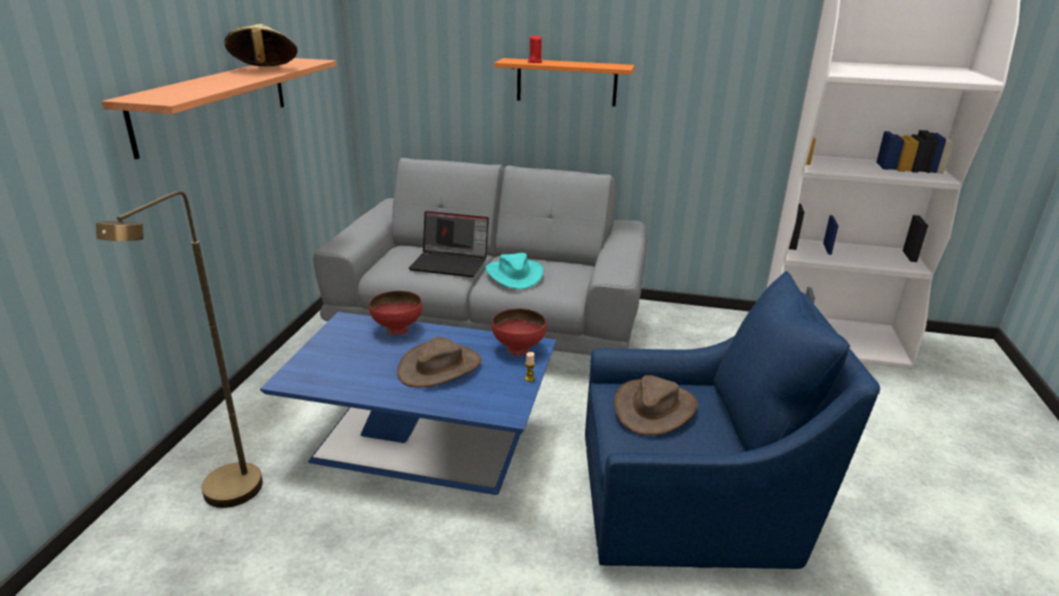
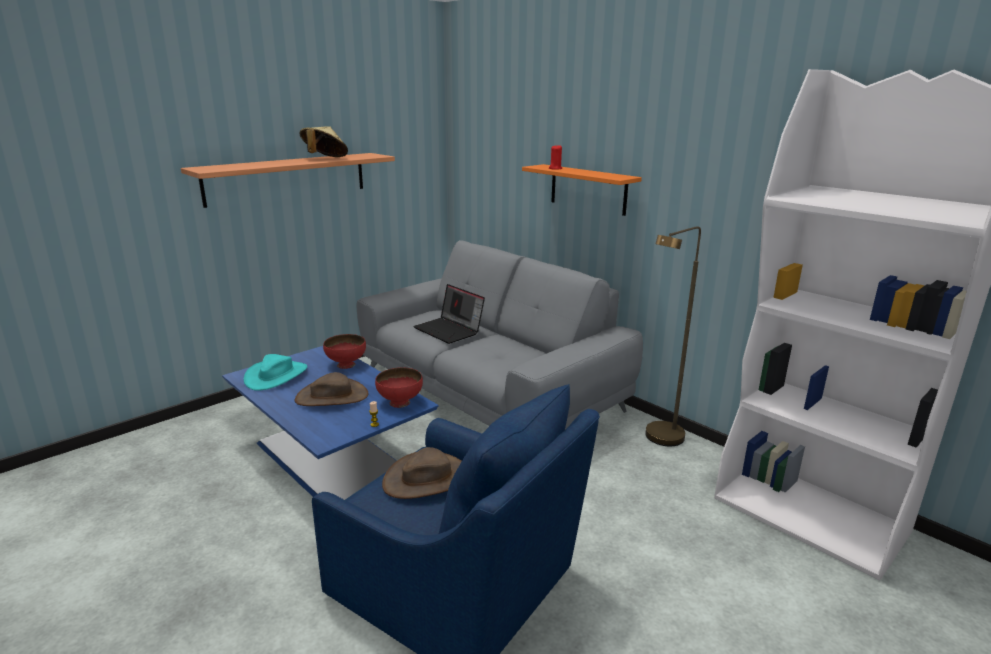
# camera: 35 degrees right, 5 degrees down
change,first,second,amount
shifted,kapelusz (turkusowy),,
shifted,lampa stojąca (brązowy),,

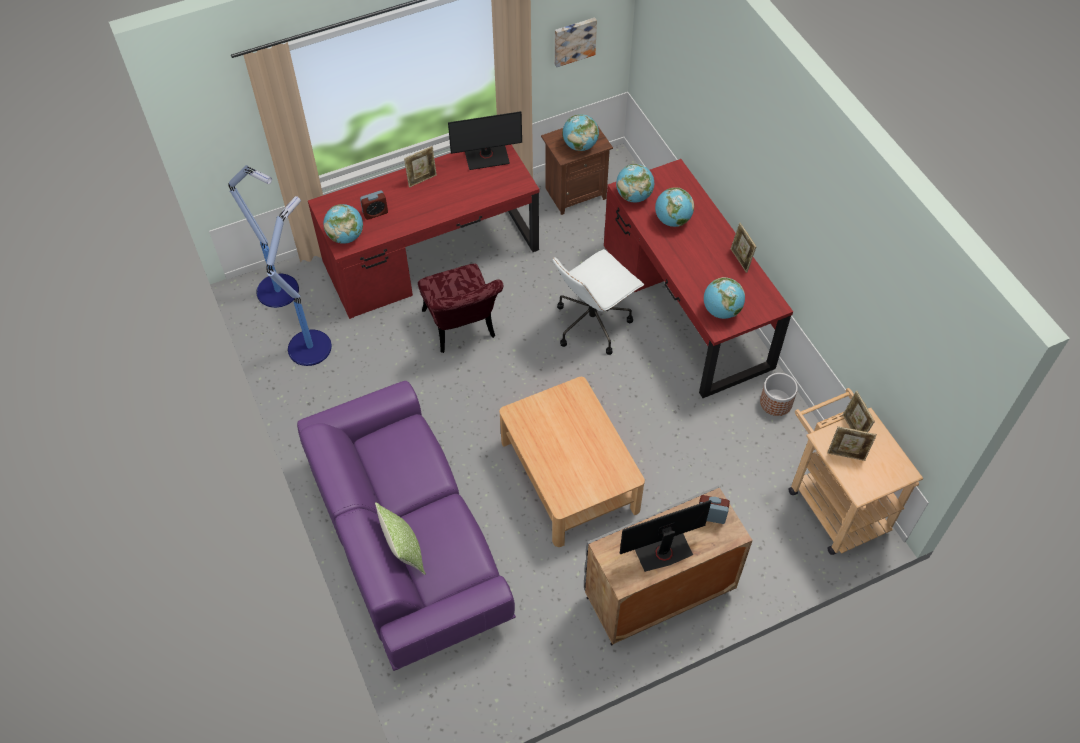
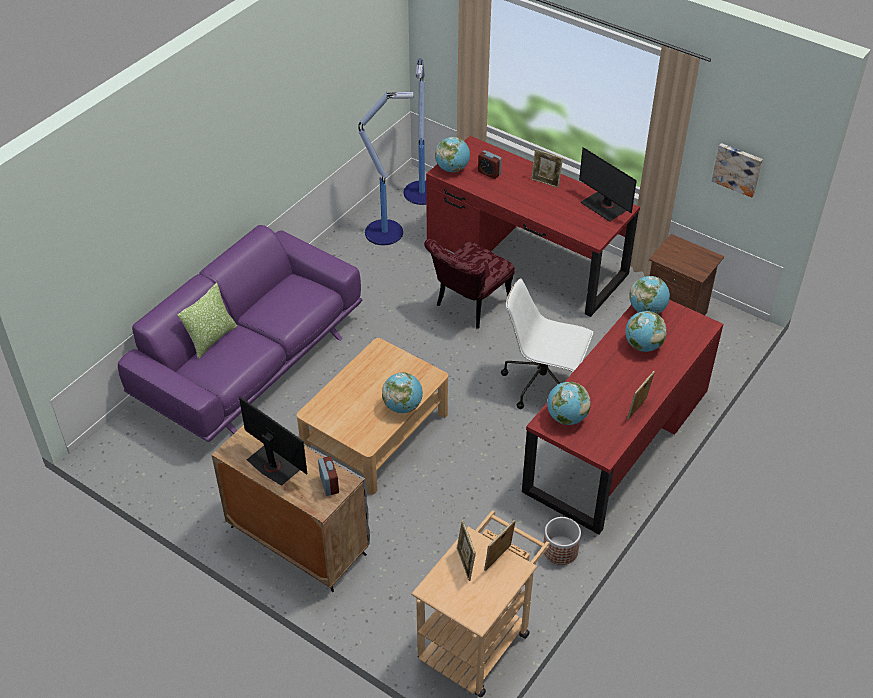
# camera: 60 degrees right, 10 degrees down
change,first,second,amount
shifted,globus (no. 2 from left in the first image),globus (no. 1 from left),

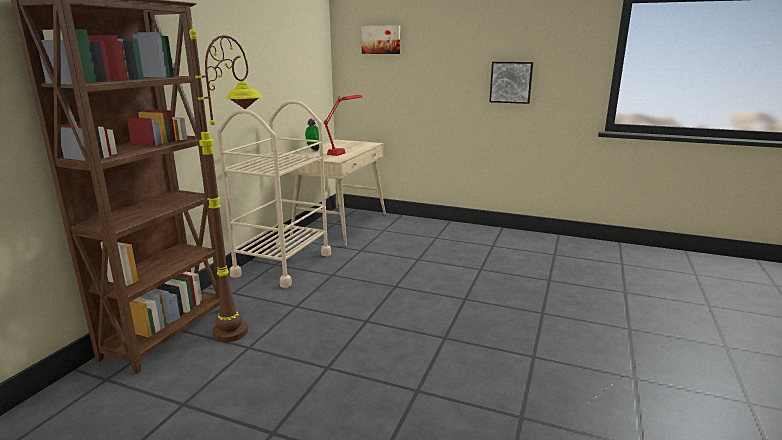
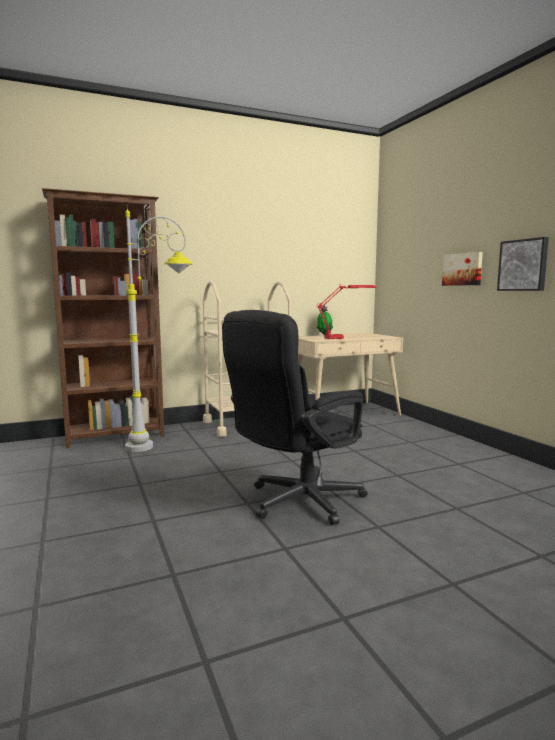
# camera: 45 degrees right, 10 degrees down
change,first,second,amount
repainted,lampa stojąca (brązowy),lampa stojąca (szary),
new,,krzesło biurowe (czarny),
shifted,obraz (no. 1 from left),,

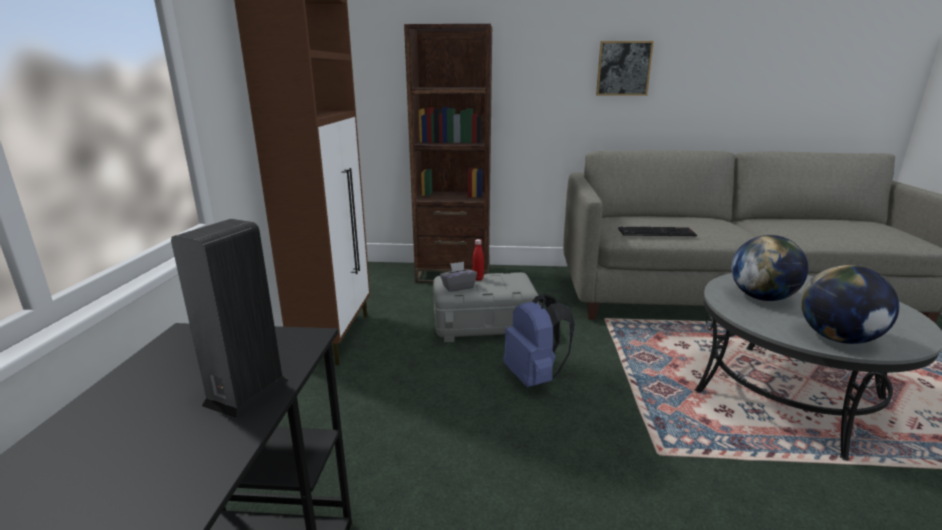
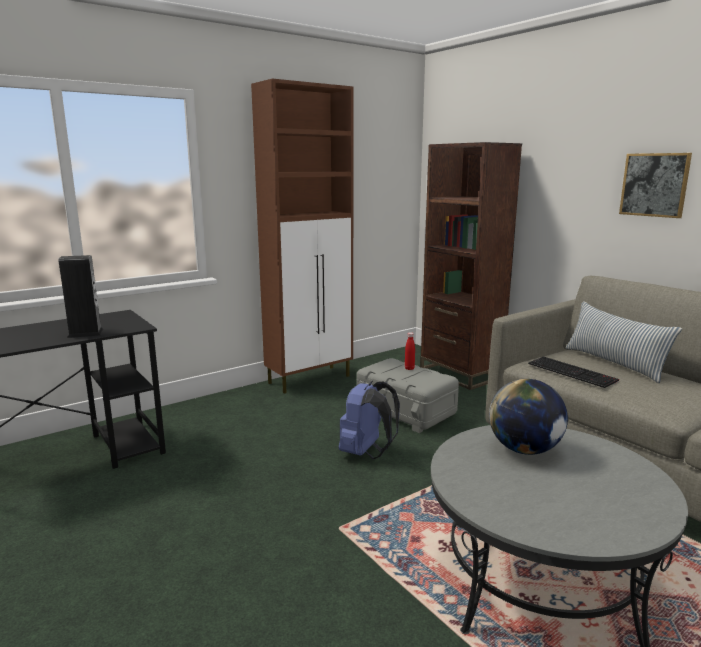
# camera: 50 degrees right, 5 degrees down
change,first,second,amount
new,,poduszka,
gone,pudełko chusteczek (szary),,
gone,globus (no. 2 from left),,

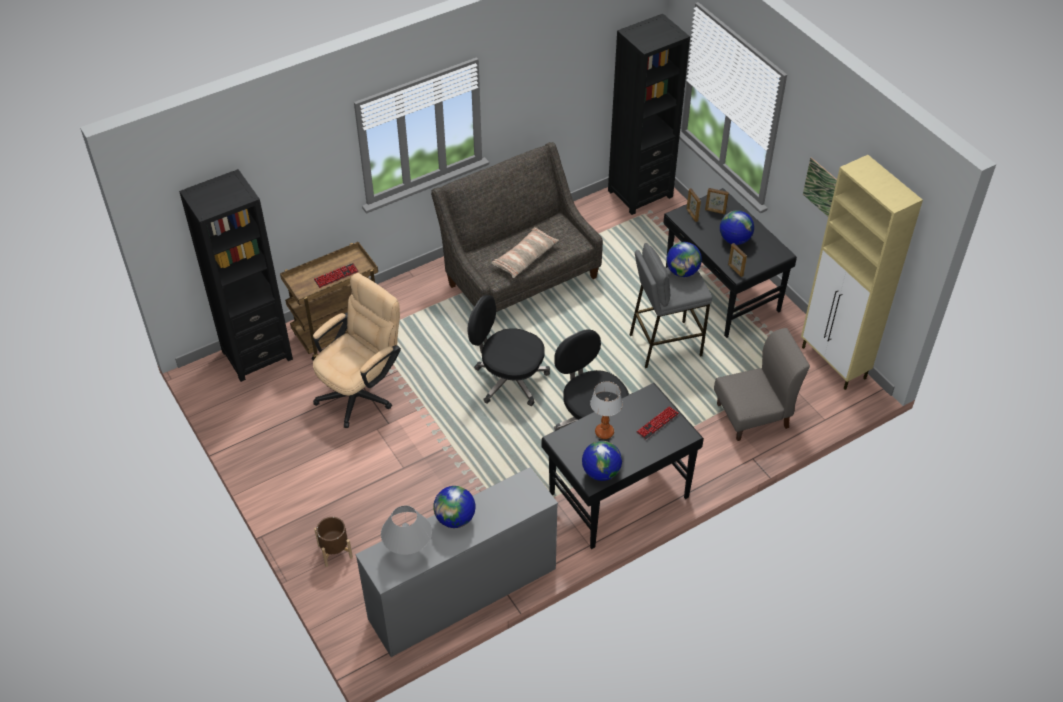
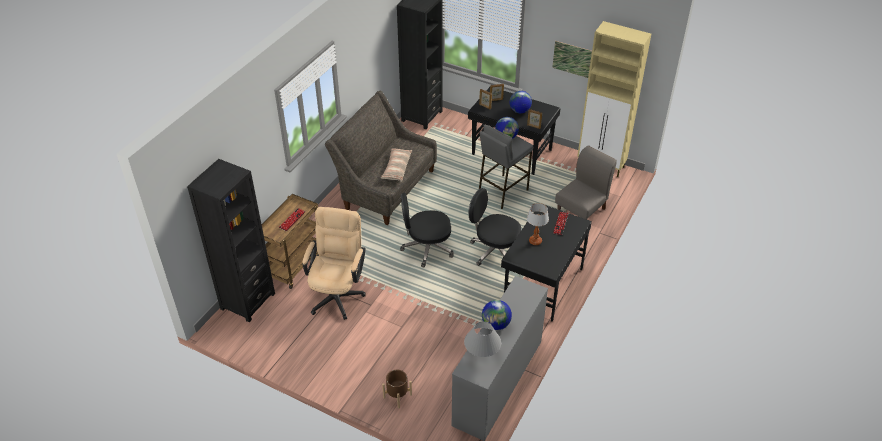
# camera: 30 degrees left, 5 degrees down
change,first,second,amount
gone,globus (no. 2 from left),,

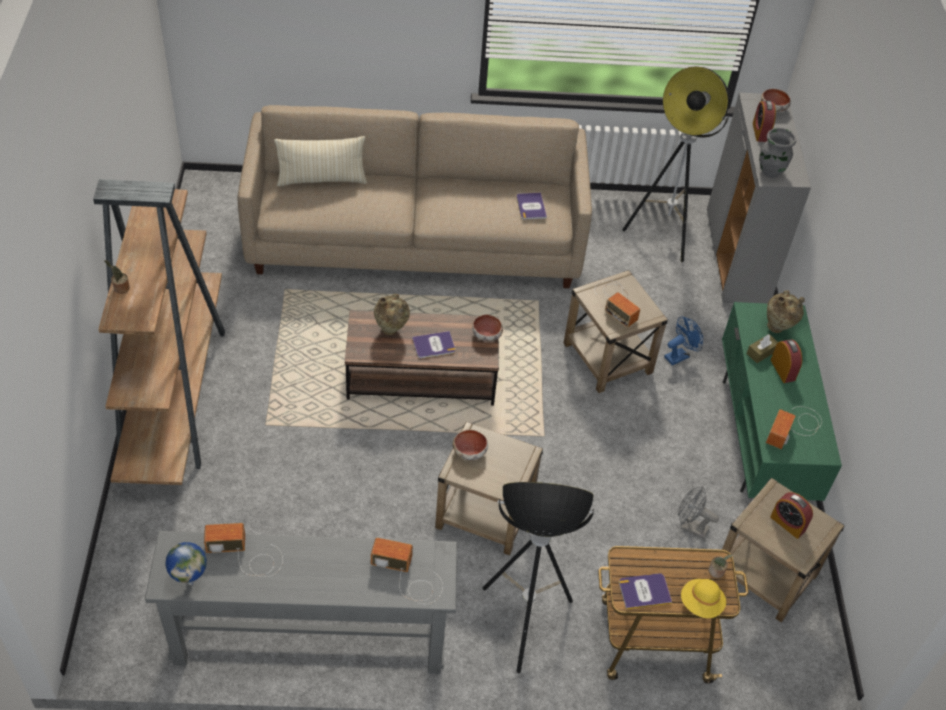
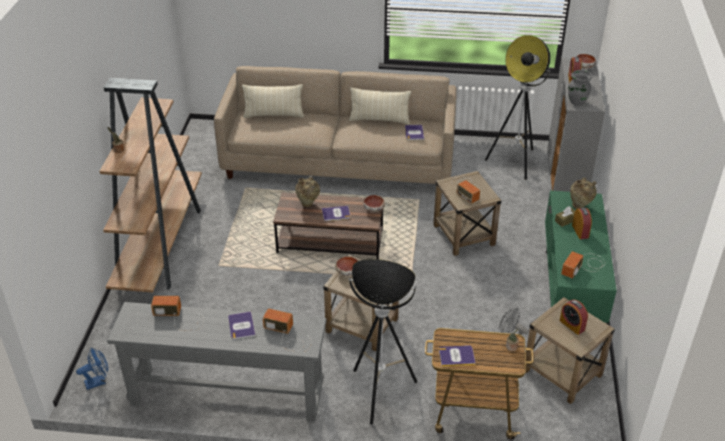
# camera: 10 degrees right, 10 degrees down
change,first,second,amount
shifted,wentylator (niebieski),,
new,,książka (no. 1 from left),
new,,poduszka (beżowy) (no. 2 from left),
gone,globus,,
gone,kapelusz (żółty),,

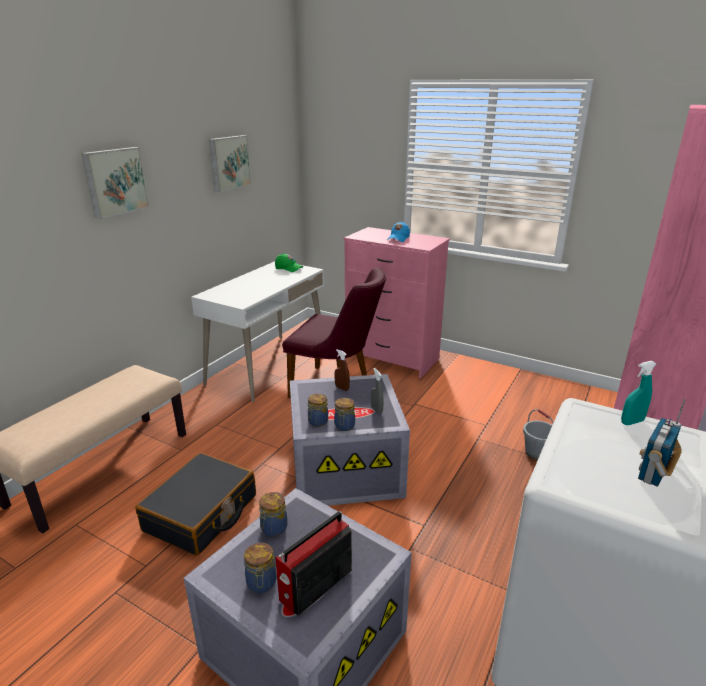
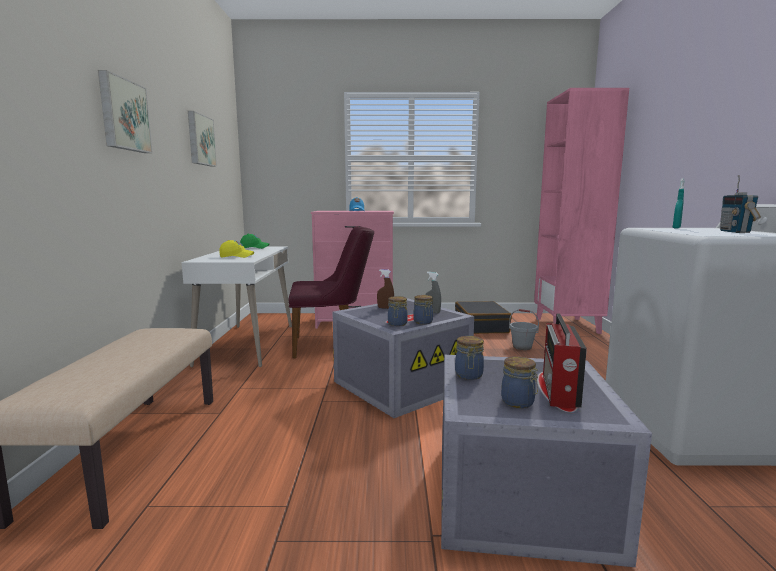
# camera: 30 degrees left, 15 degrees down
change,first,second,amount
new,,czapka z daszkiem (żółty),
shifted,walizka (czarny),,

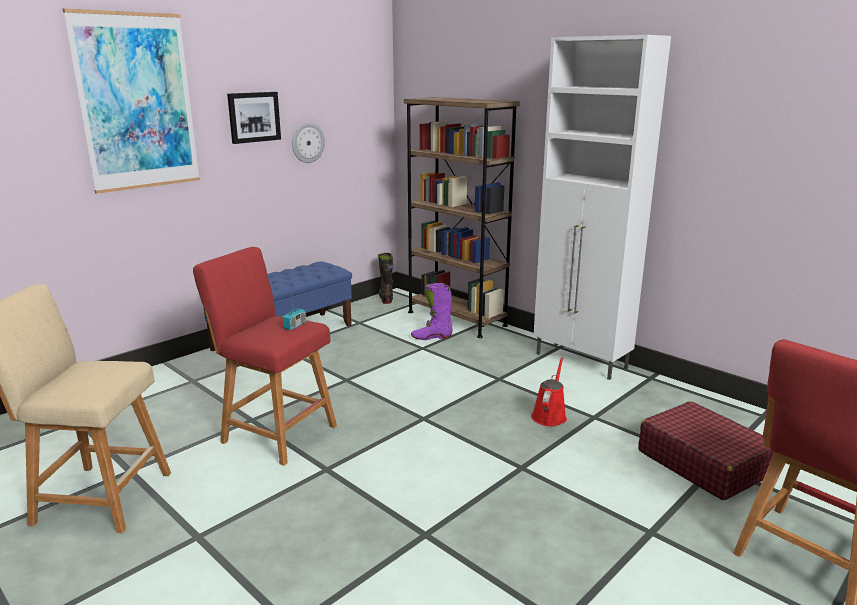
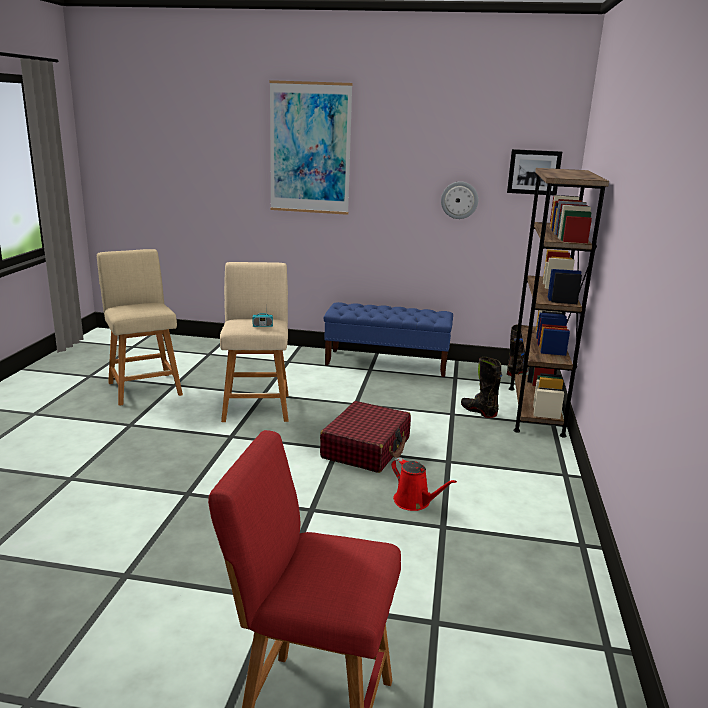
# camera: 55 degrees right, 0 degrees up
change,first,second,amount
repainted,stołek (czerwony) (no. 1 from left),stołek (beżowy) (no. 2 from left),
shifted,walizka (czerwony),,
rotated,konewka (czerwony),,60 degrees clockwise
repainted,but z cholewką (fioletowy),but z cholewką (czarny) (no. 1 from left),
shifted,obraz (no. 2 from left),,
gone,szafka (biały),,

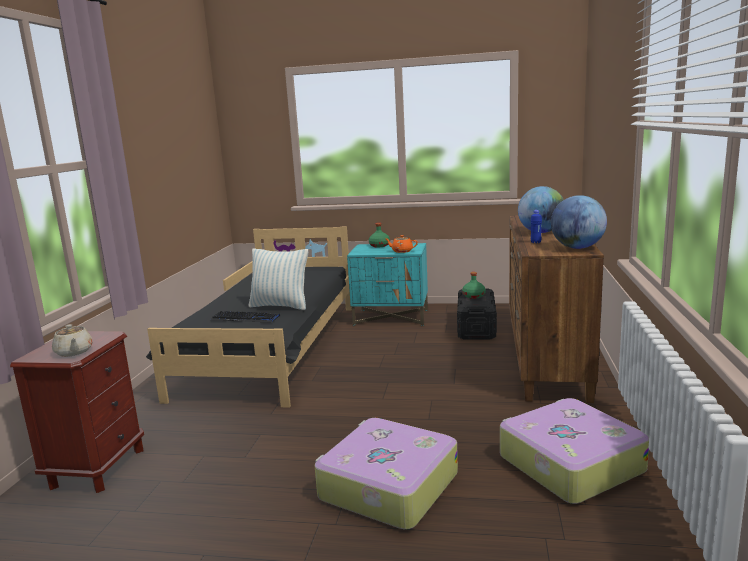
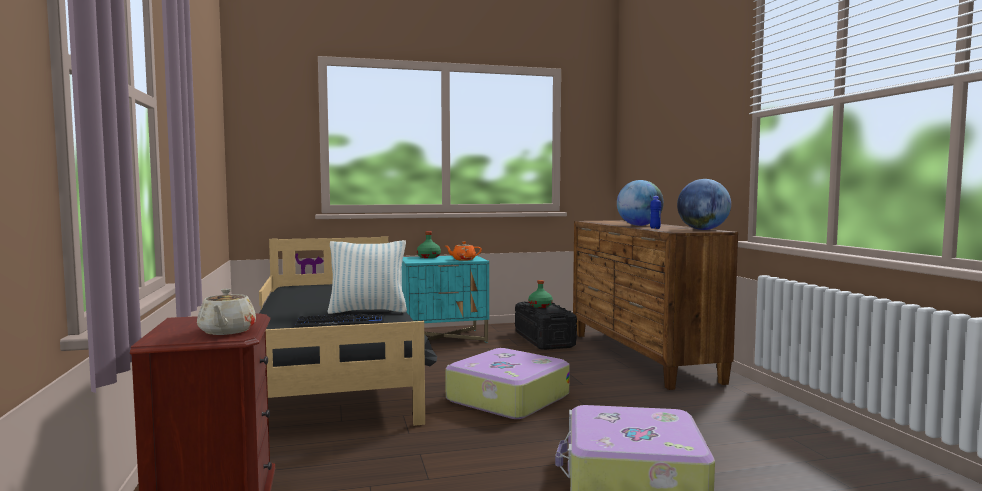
# camera: 25 degrees left, 10 degrees down
change,first,second,amount
rotated,imbryk (beżowy),,45 degrees clockwise
shifted,walizka (no. 2 from left in the first image),walizka (no. 1 from left),

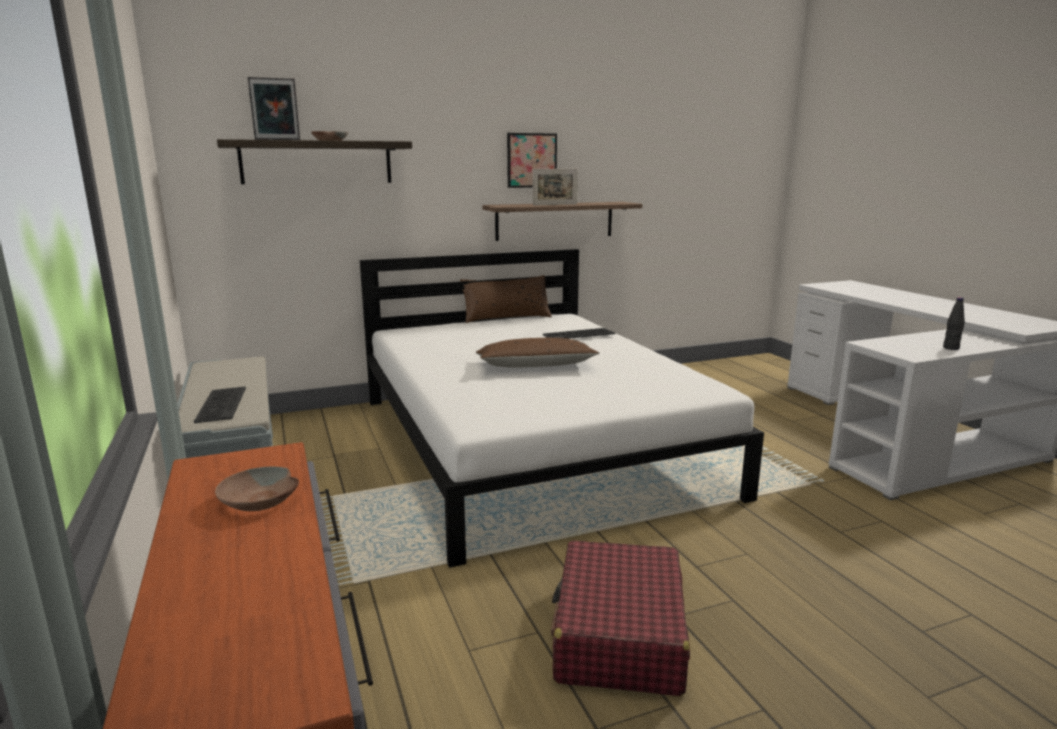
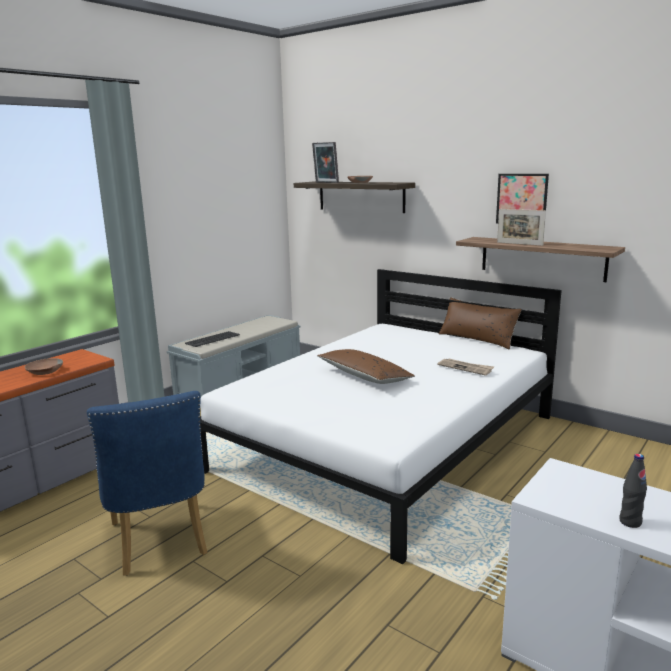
# camera: 60 degrees right, 0 degrees up
change,first,second,amount
swapped,walizka (czerwony),krzesło (niebieski),
swapped,klawiatura (no. 2 from left),gazeta,

